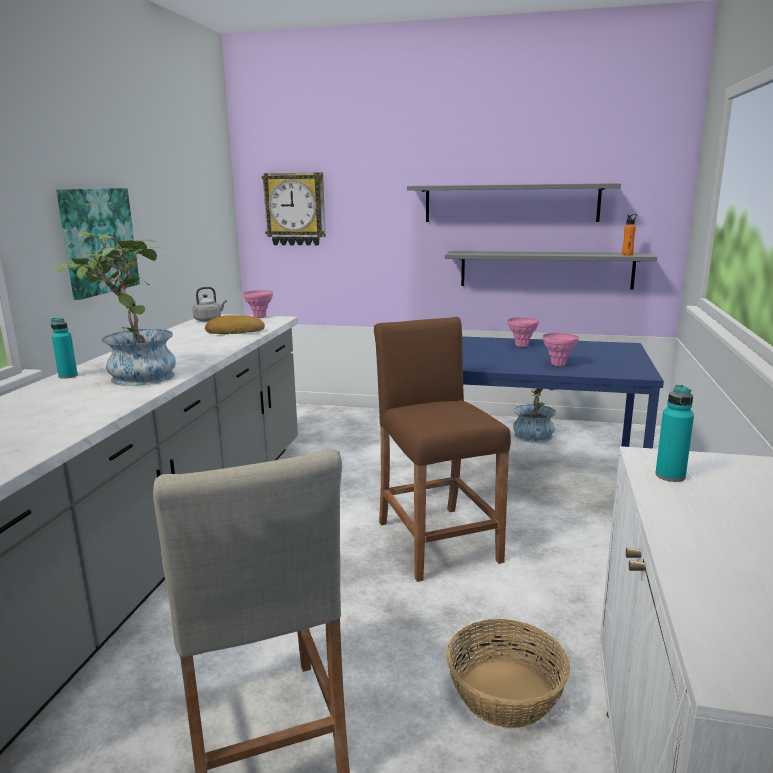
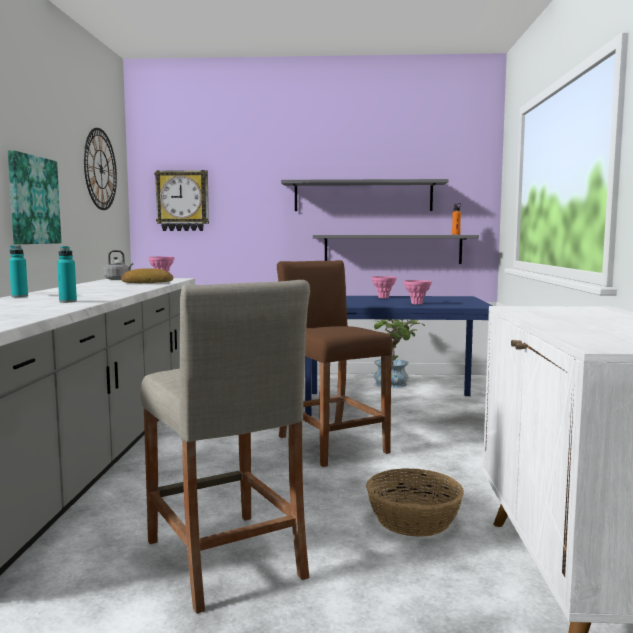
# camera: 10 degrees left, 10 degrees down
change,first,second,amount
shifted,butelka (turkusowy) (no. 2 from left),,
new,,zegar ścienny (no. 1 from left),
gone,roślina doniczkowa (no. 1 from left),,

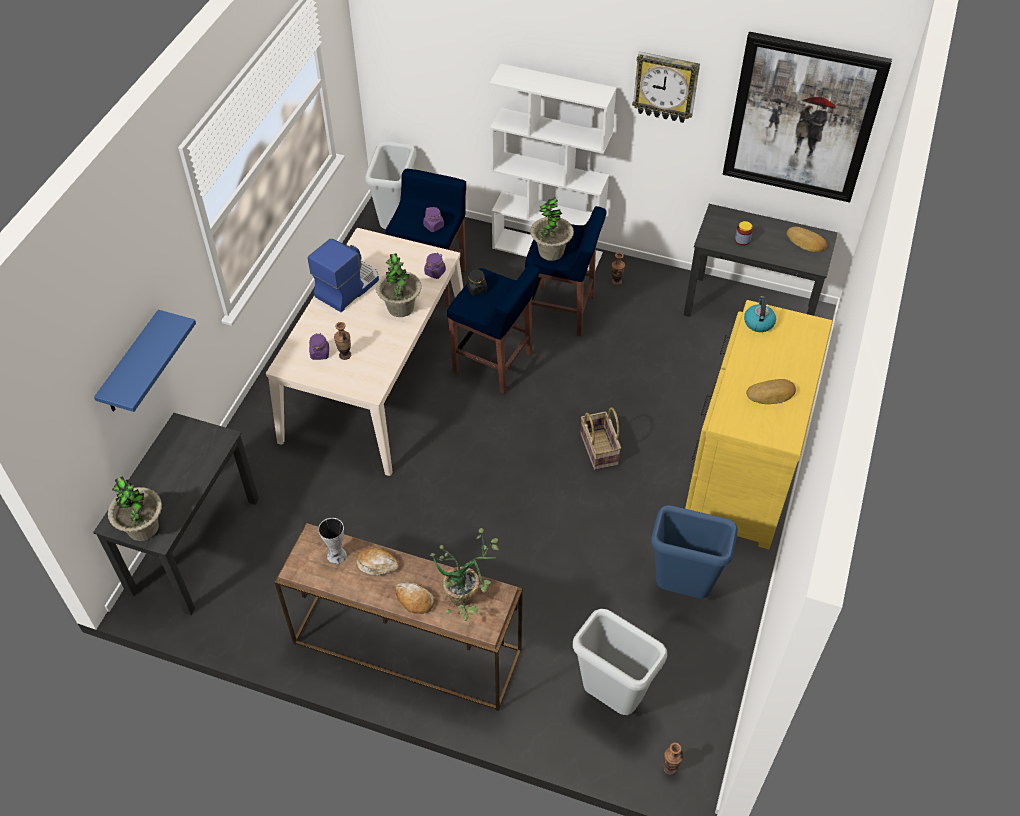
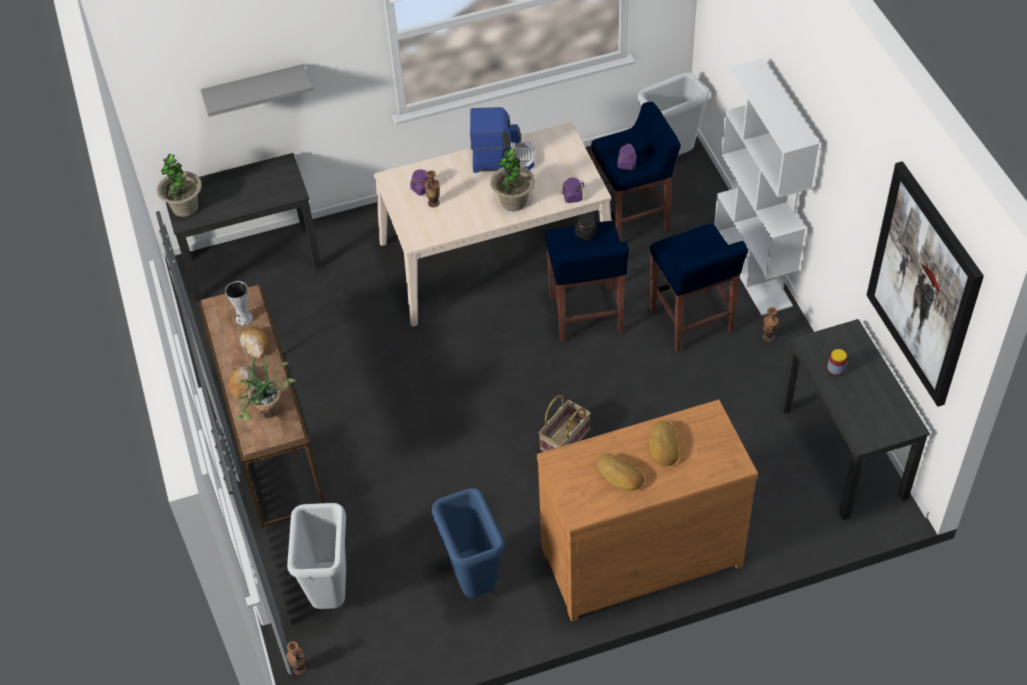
# camera: 55 degrees right, 0 degrees up
change,first,second,amount
repainted,półka (niebieski),półka (szary),
repainted,komoda (żółty),komoda (brązowy),
shifted,chleb (no. 4 from left),,
gone,roślina doniczkowa (no. 4 from left),,
gone,zegar ścienny,,
gone,czajnik,,

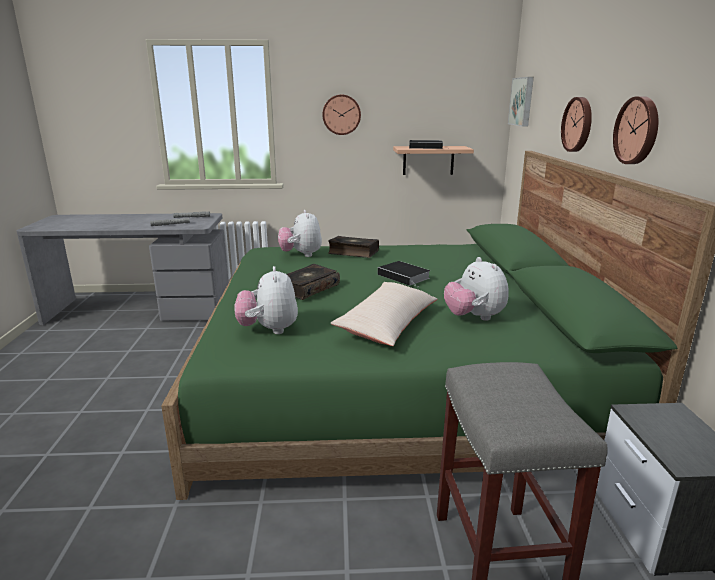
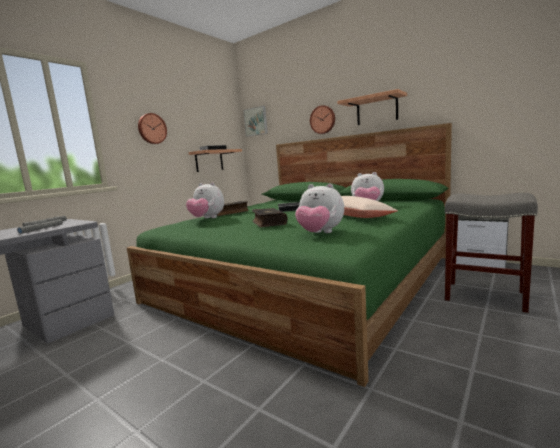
# camera: 50 degrees left, 10 degrees down
change,first,second,amount
swapped,zegar ścienny (no. 3 from left),półka (no. 2 from left),

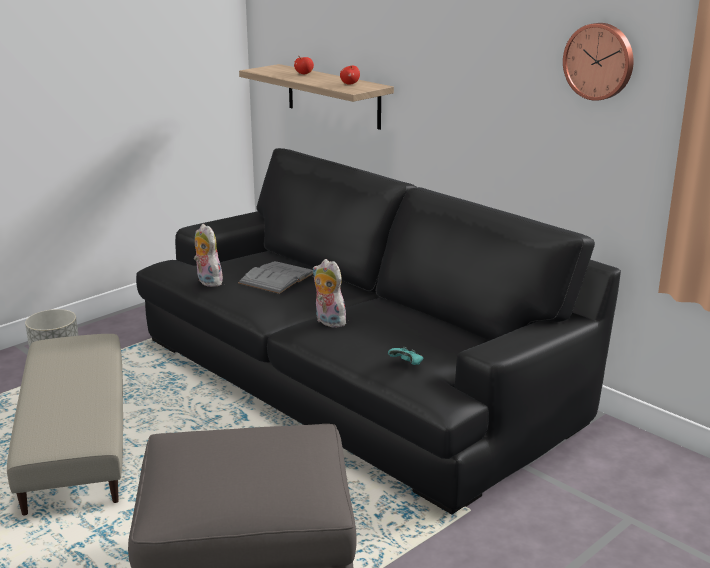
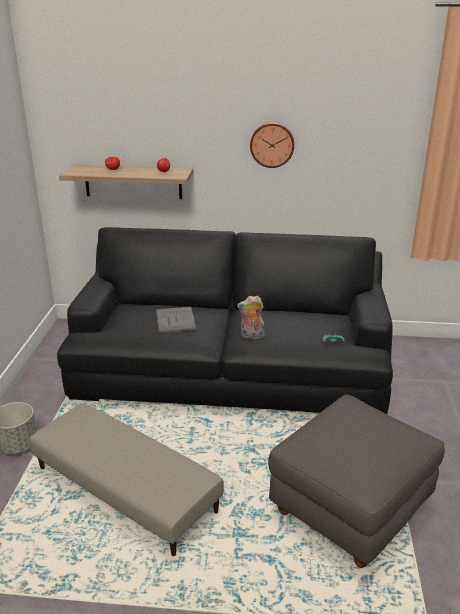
# camera: 40 degrees left, 5 degrees up
change,first,second,amount
shifted,zegar ścienny,,
gone,pluszak (no. 1 from left),,

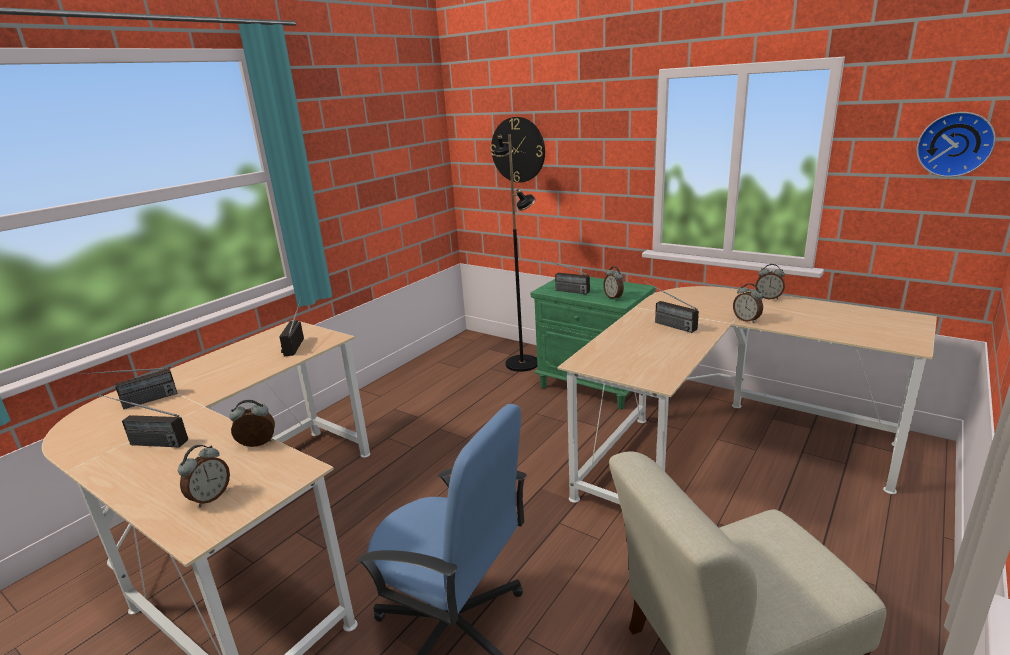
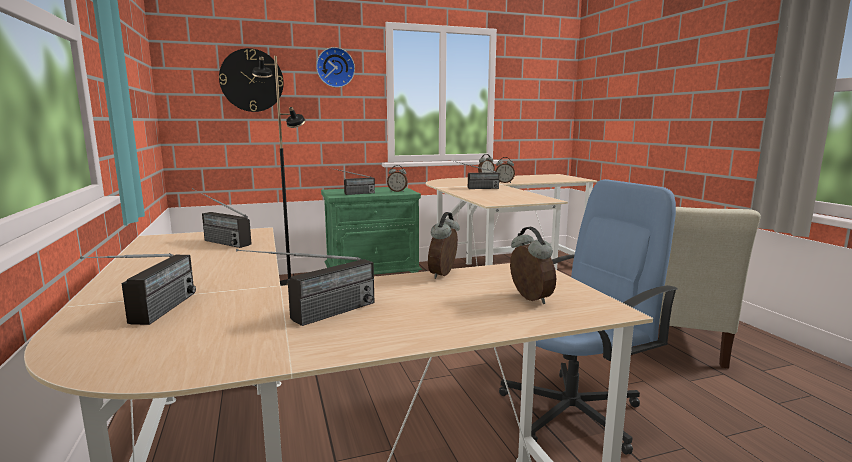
# camera: 55 degrees left, 10 degrees down
change,first,second,amount
shifted,zegar ścienny (no. 2 from left),,

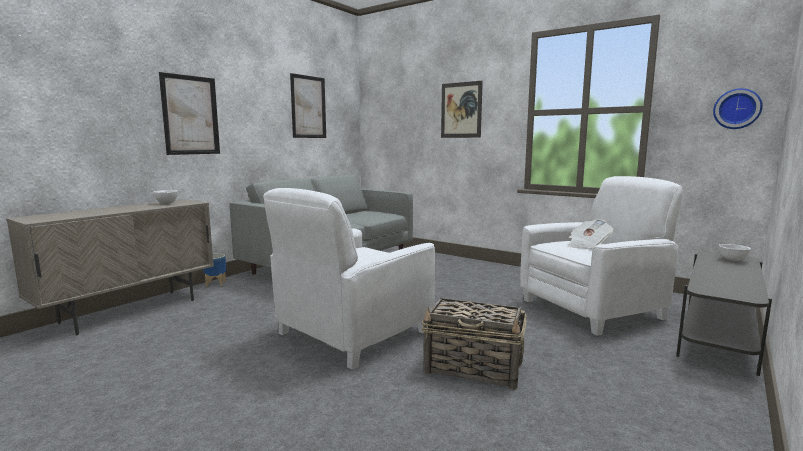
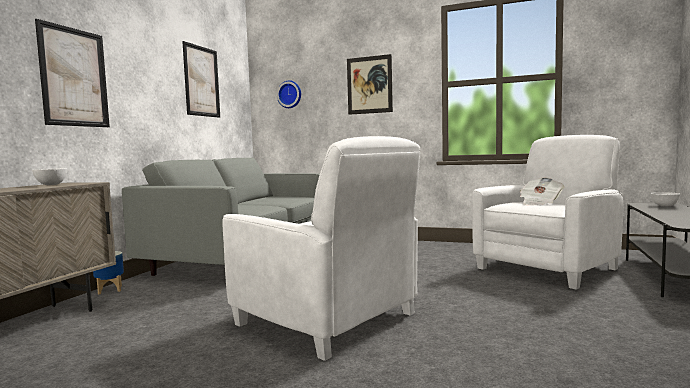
# camera: 15 degrees left, 5 degrees down
change,first,second,amount
rotated,fotel (biały) (no. 1 from left),,75 degrees counterclockwise
shifted,zegar ścienny,,
gone,koszyk,,

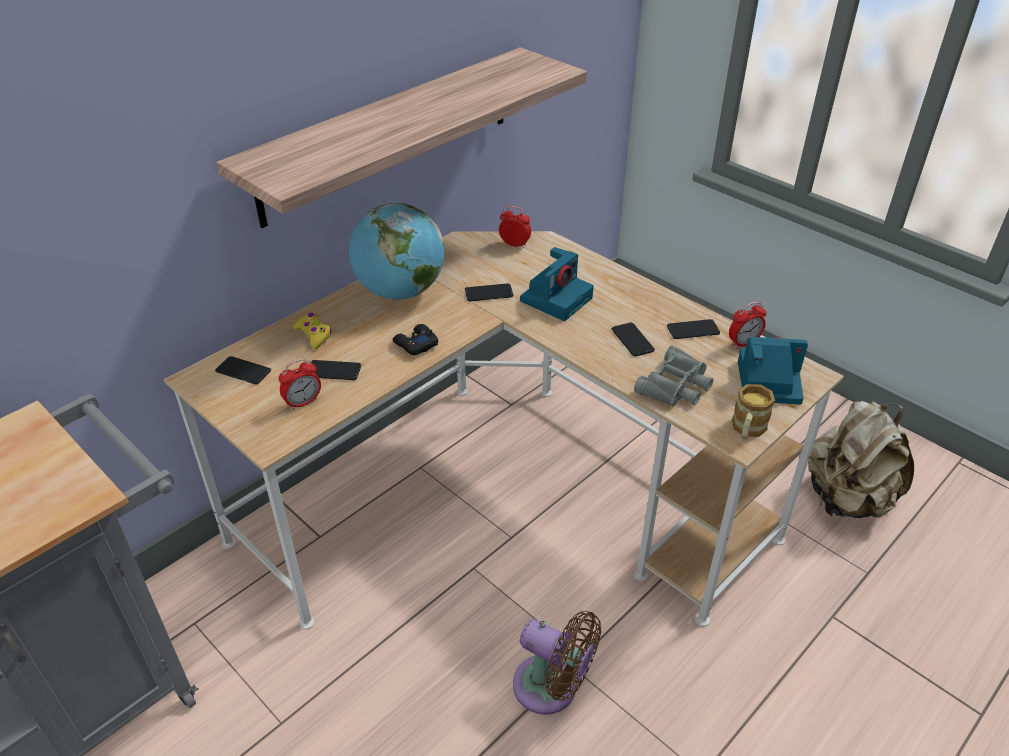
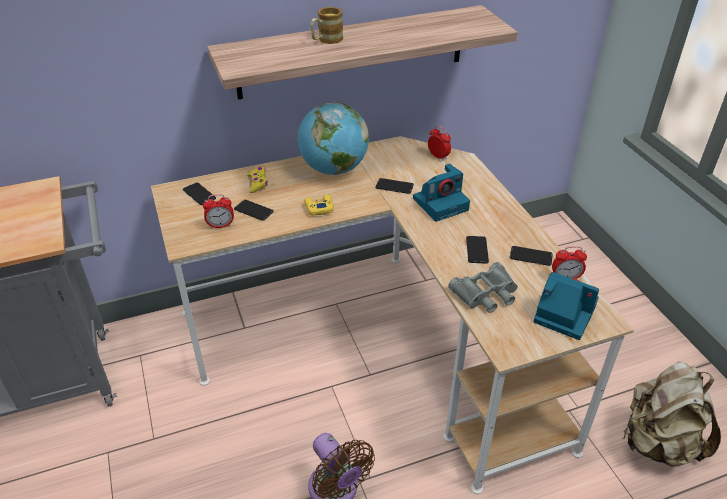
# camera: 25 degrees right, 0 degrees up
change,first,second,amount
repainted,pad do gier (czarny),pad do gier (żółty) (no. 2 from left),
shifted,kubek,,

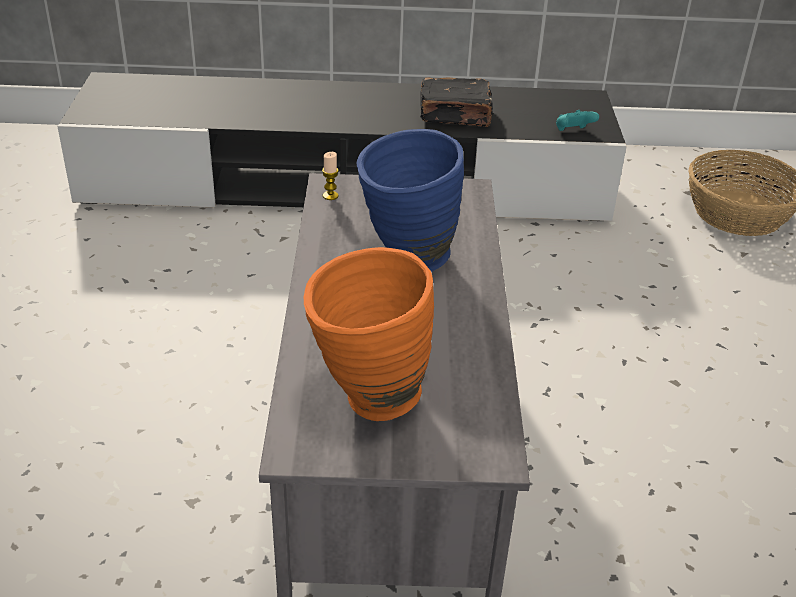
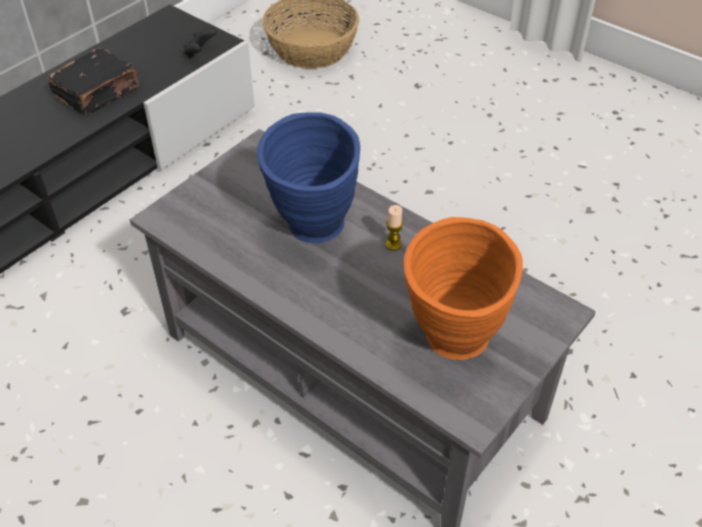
# camera: 50 degrees left, 10 degrees up
change,first,second,amount
repainted,pad do gier (turkusowy),pad do gier (czarny),
shifted,świeca,,

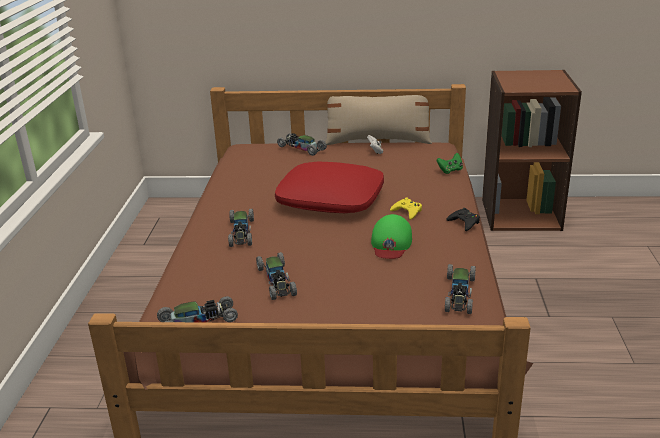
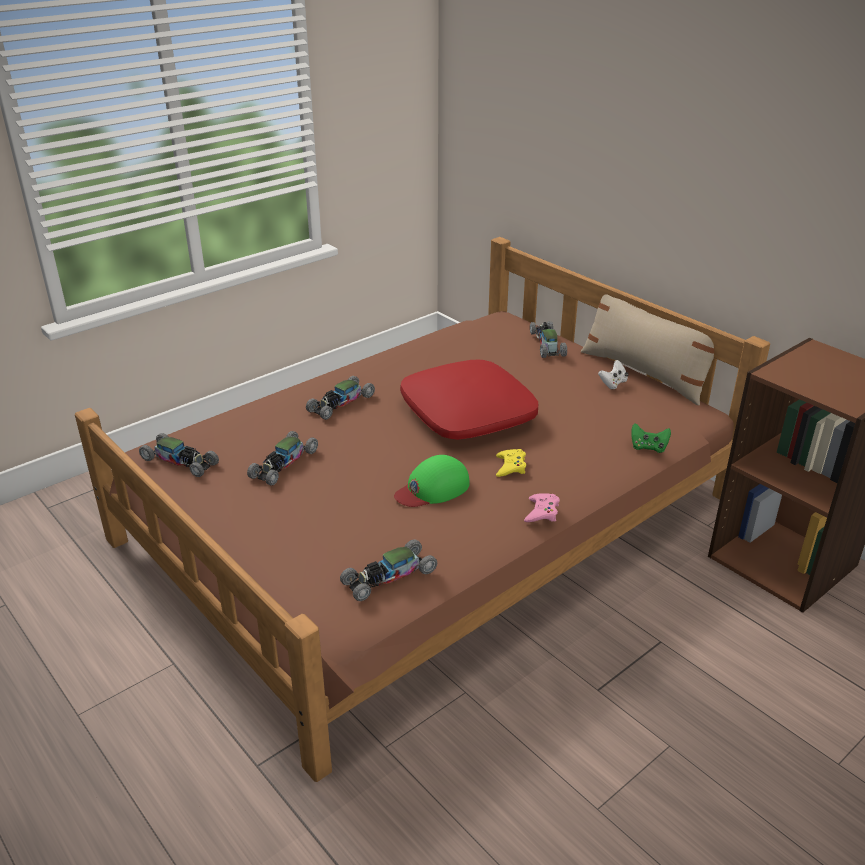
# camera: 45 degrees right, 5 degrees up
change,first,second,amount
repainted,pad do gier (czarny),pad do gier (różowy),

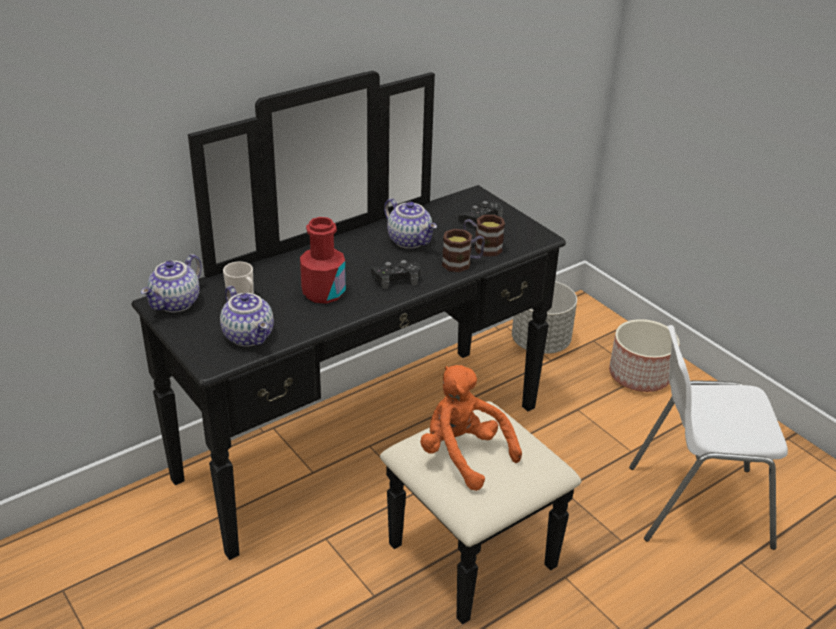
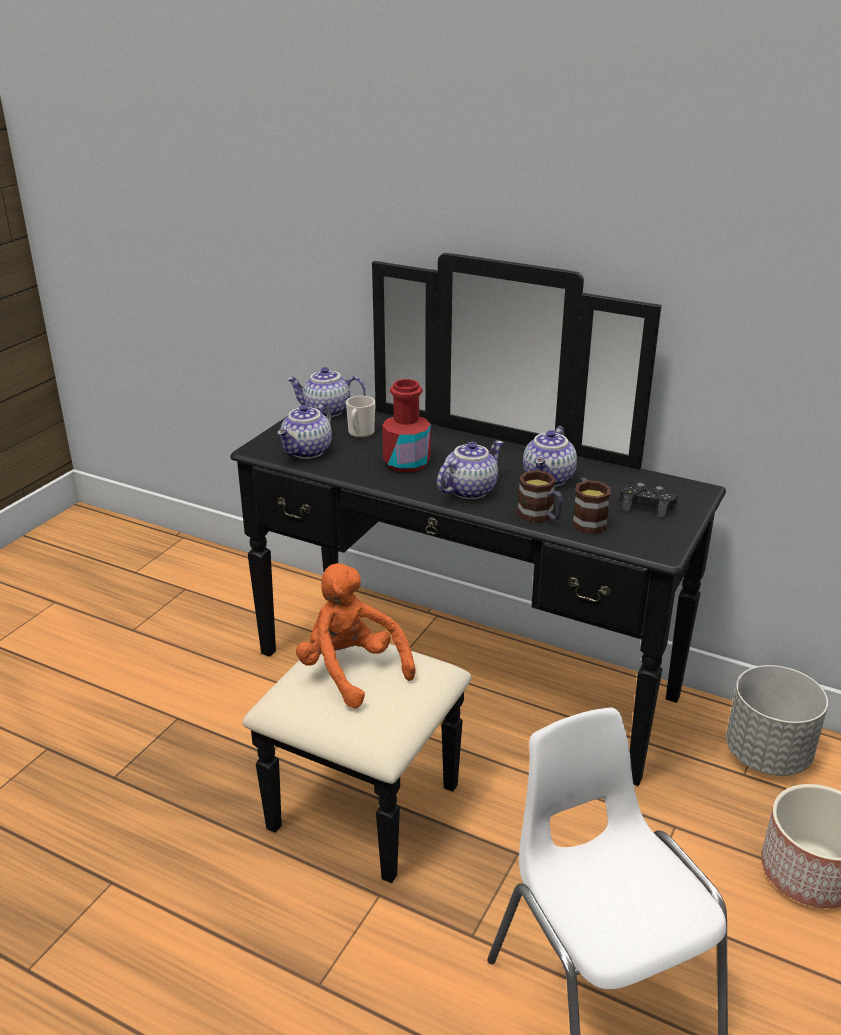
# camera: 65 degrees right, 5 degrees down
change,first,second,amount
rotated,pluszak (pomarańczowy),,60 degrees counterclockwise
swapped,pad do gier (czarny) (no. 1 from left),imbryk (no. 3 from left),

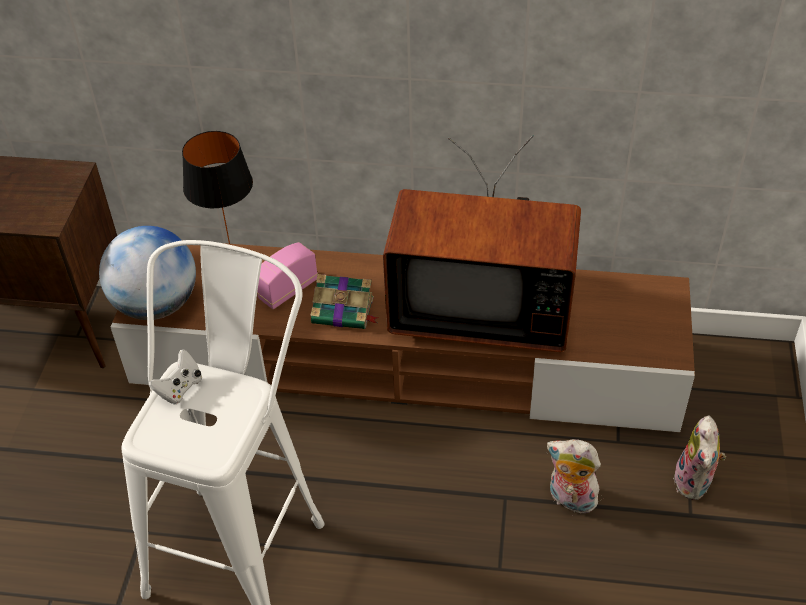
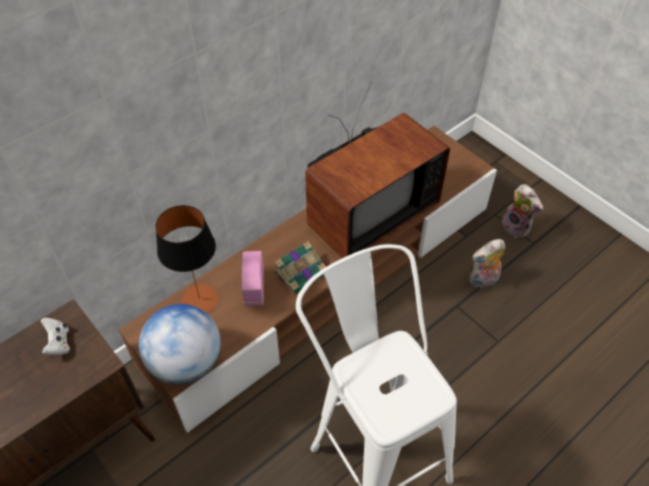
# camera: 50 degrees left, 5 degrees up
change,first,second,amount
shifted,pad do gier (biały),,

